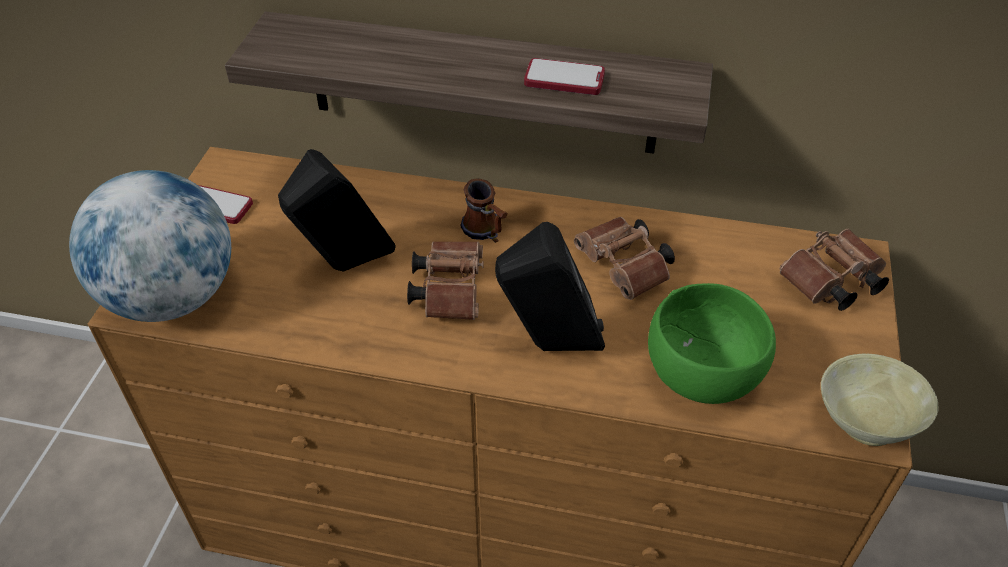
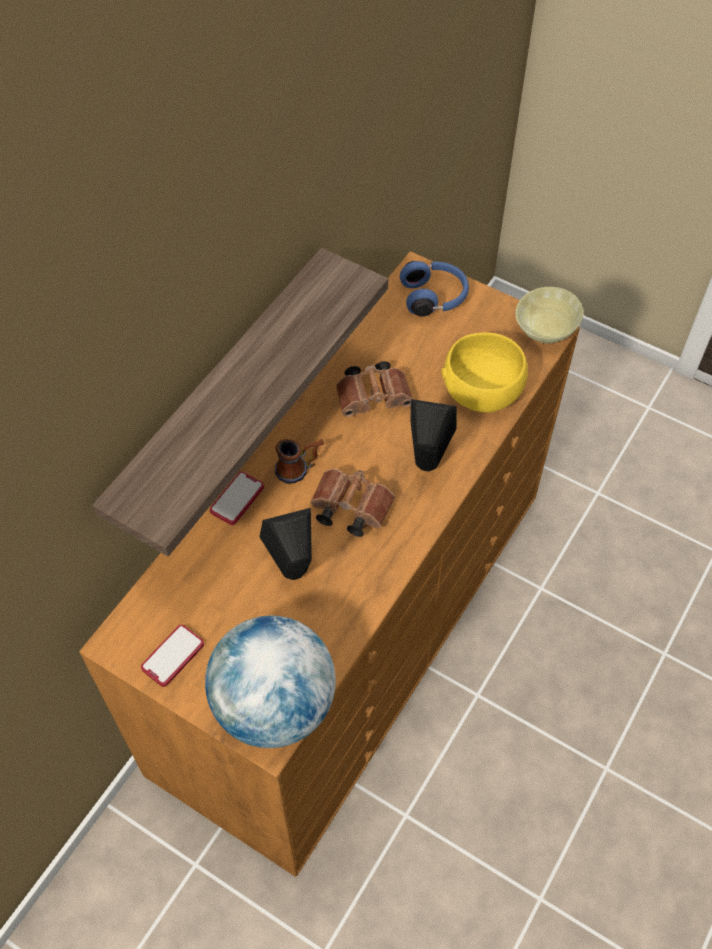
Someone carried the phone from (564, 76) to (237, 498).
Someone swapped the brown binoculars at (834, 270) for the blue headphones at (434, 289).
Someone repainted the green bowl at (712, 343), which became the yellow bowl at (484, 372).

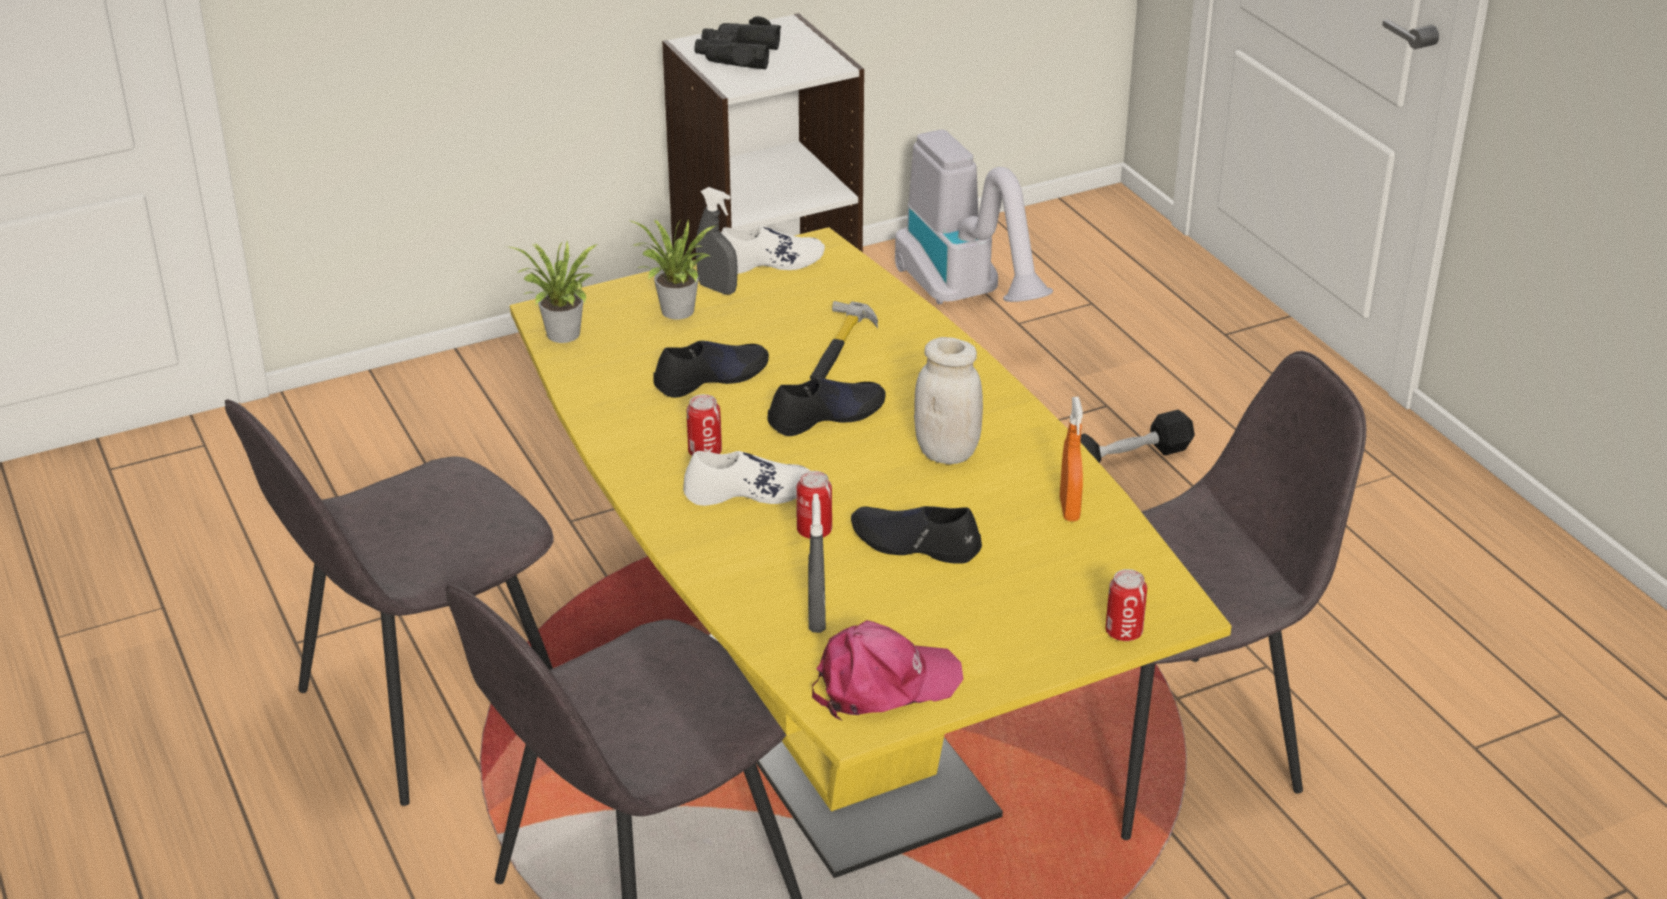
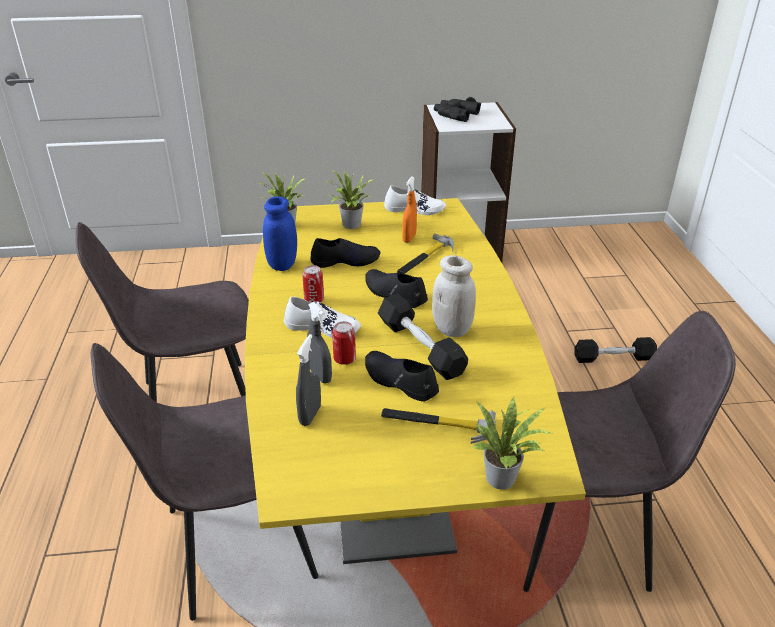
Someone took away the pink cap at (887, 670).
Someone took away the vacuum cleaner at (974, 217).
Someone put down the blue jar at (280, 233).
Someone put down the black dumbbell at (423, 337).
Someone put down the hammer at (438, 426).
Someone carried the grey spray bottle from (717, 241) to (319, 342).
Someone carried the orange spray bottle from (1071, 459) to (409, 210).
Someone swapped the can at (1126, 605) for the potted plant at (512, 443).
Someone rotated the black shoe at (826, 407) by 135 degrees counterclockwise.

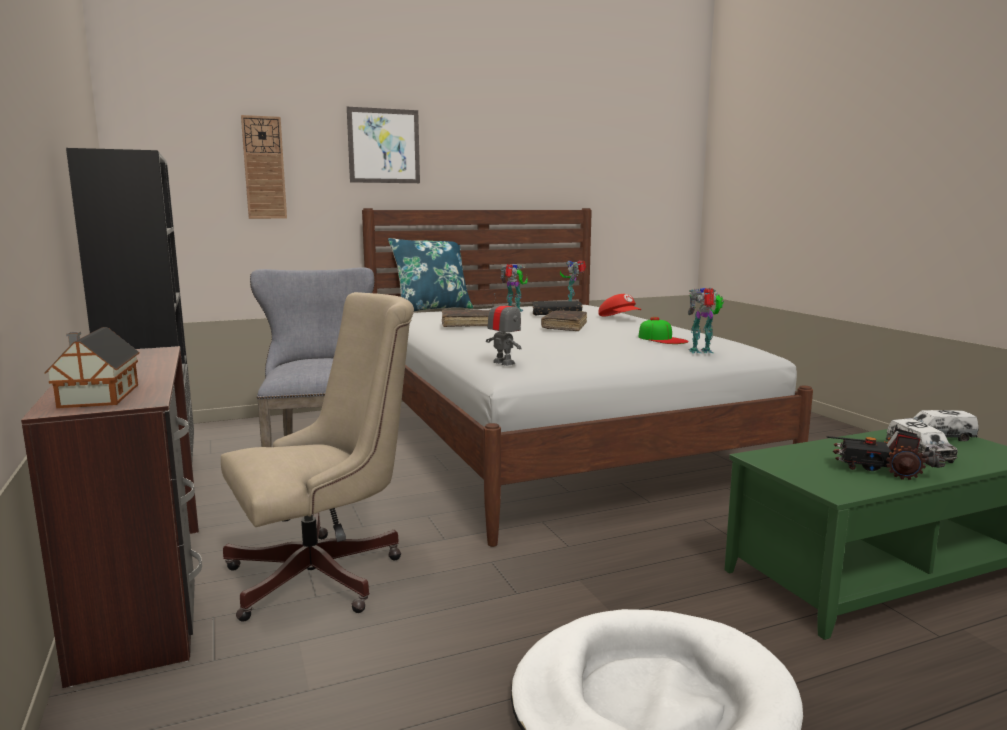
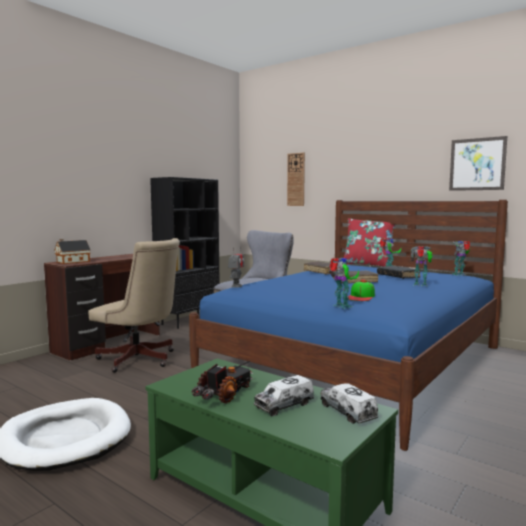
Someone carried the picture from (383, 145) to (478, 163).
Someone swapped the red cap at (619, 305) for the toy robot at (422, 266).
Someone repainted the white bed at (587, 377), which became the blue bed at (348, 325).
Someone repainted the blue pillow at (430, 275), which became the red pillow at (369, 242).
Someone rotated the toy truck at (886, 454) by 45 degrees clockwise.

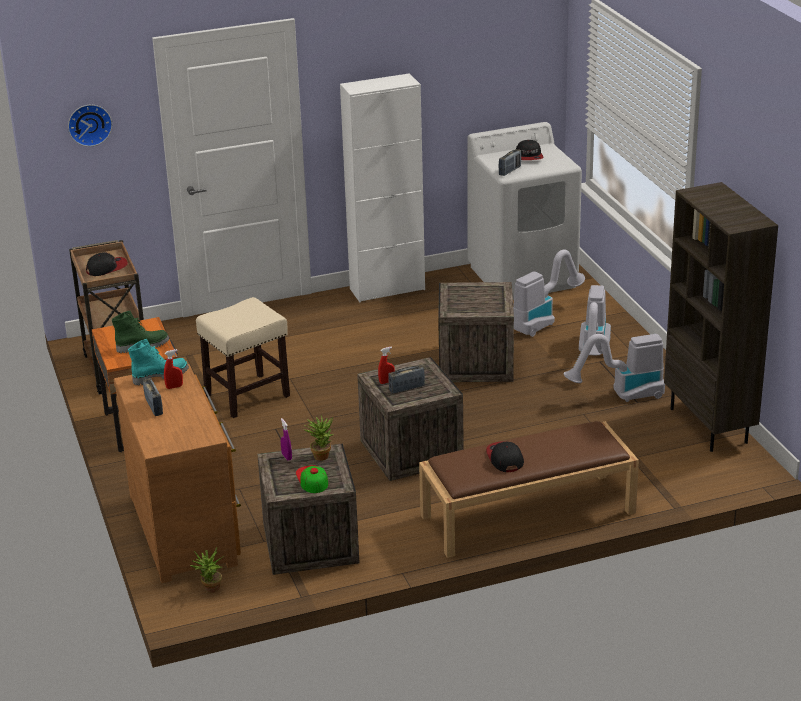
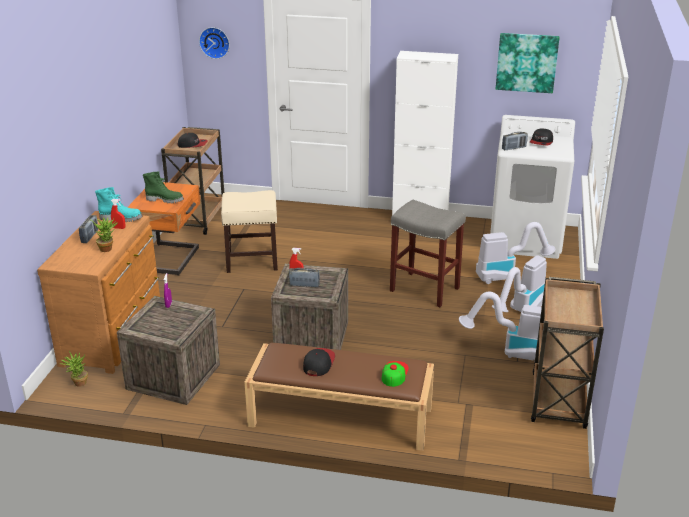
Someone put up the picture at (528, 63).
Someone carried the cap from (312, 479) to (395, 374).
Someone carried the potted plant from (318, 438) to (104, 235).
Someone swapped the crate at (476, 332) for the grey stool at (428, 253).
Someone swapped the brown bookcase at (721, 317) for the brown cart at (567, 353).

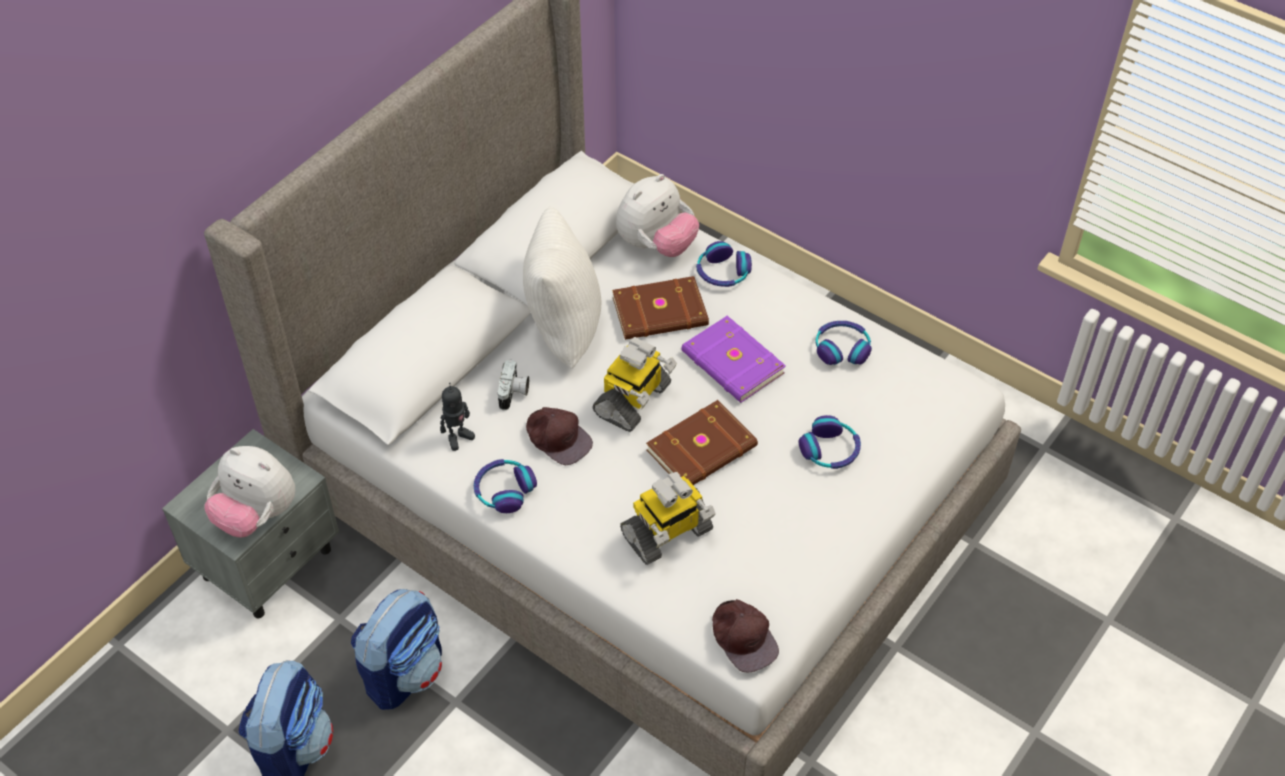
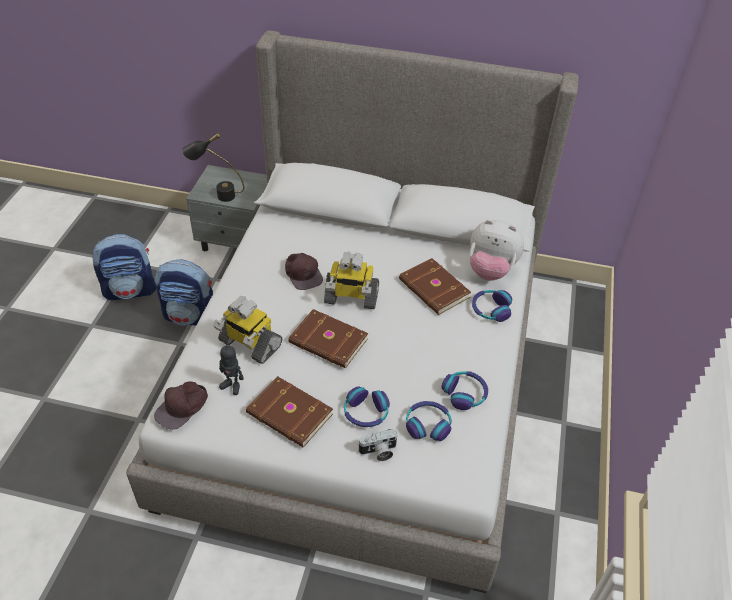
Someone took away the white pillow at (562, 287).
Someone took away the purple book at (733, 359).
Someone put down the brown book at (289, 412).
Someone carried the toy robot from (457, 416) to (231, 368).
Someone carried the headphones from (505, 486) to (429, 421).
Someone carried the photo camera from (513, 384) to (378, 445).
Someone swapped the plush toy at (249, 492) for the black table lamp at (213, 167).
Someone rotated the brown cap at (559, 436) by 45 degrees counterclockwise.

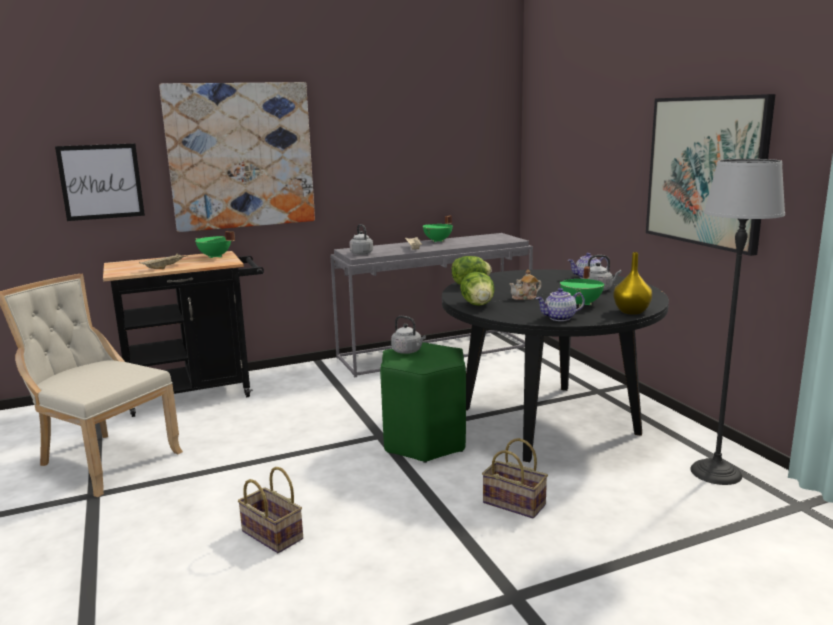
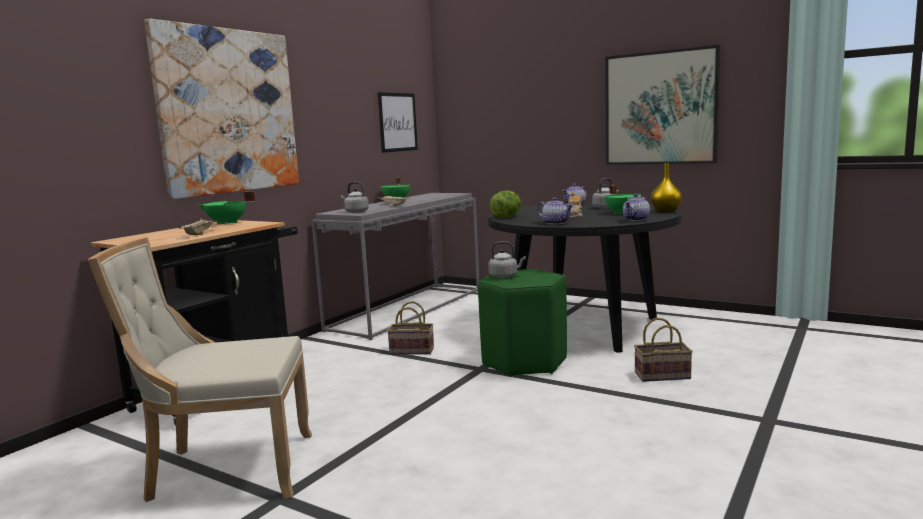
Someone took away the floor lamp at (737, 322).
Someone carried the picture from (100, 182) to (398, 122).
Someone carried the basket from (270, 510) to (410, 328).
Someone swapped the lettuce at (477, 289) for the teapot at (555, 211).

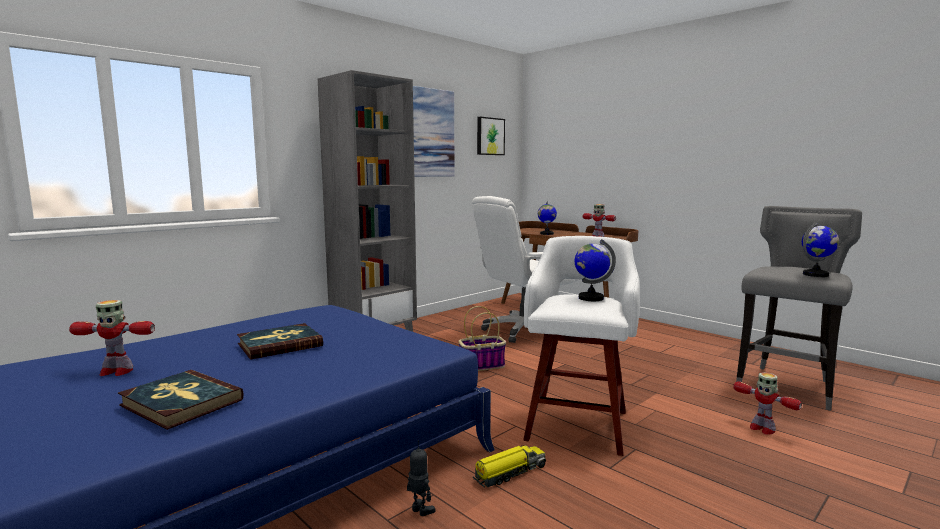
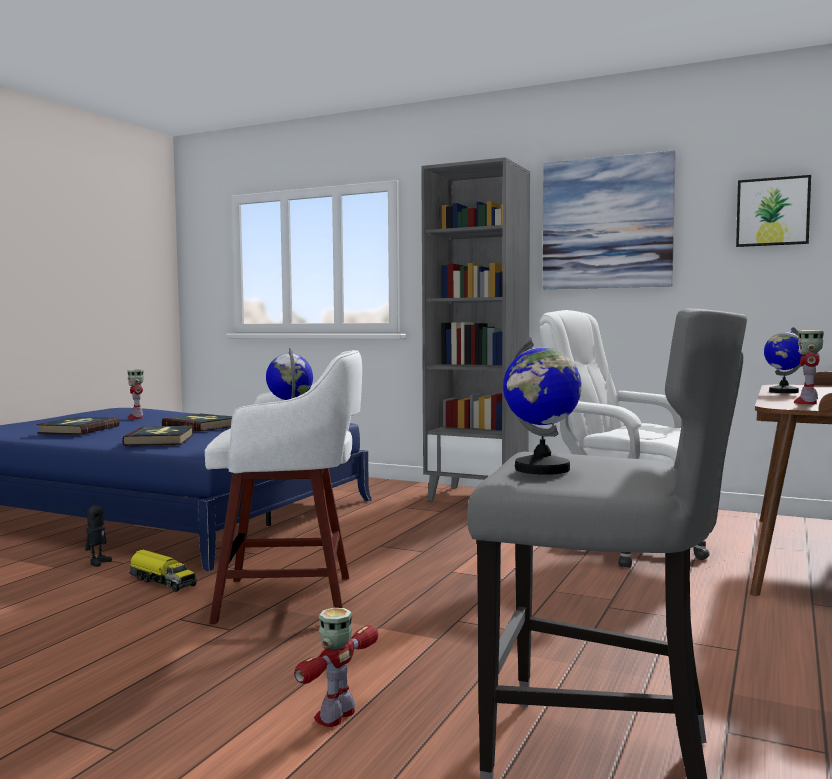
Someone took away the basket at (482, 338).
Someone put down the book at (158, 436).

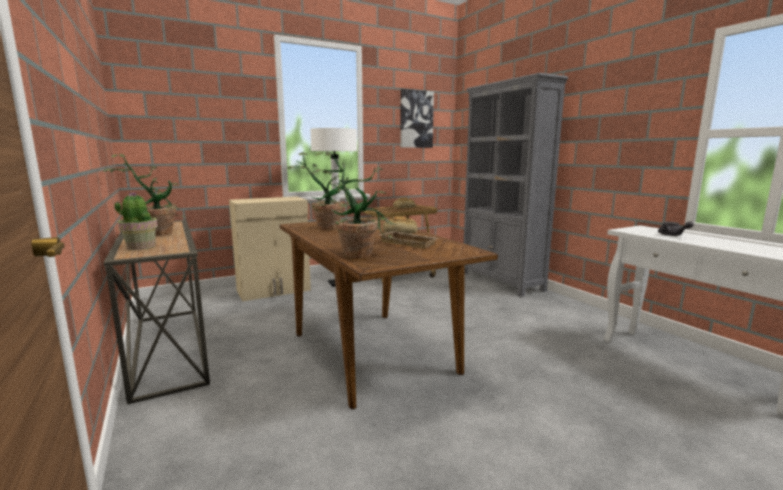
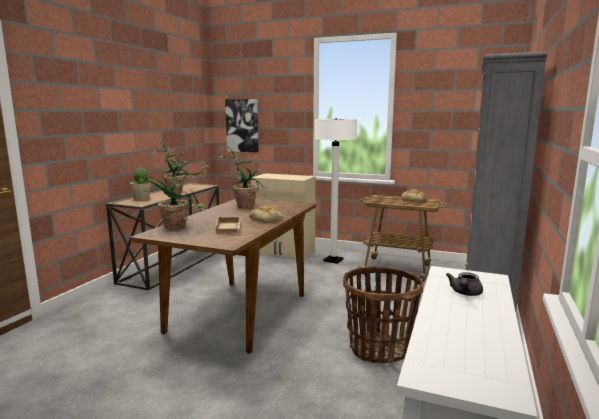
Someone put down the basket at (383, 315).
Someone carried the picture from (417, 118) to (241, 125).

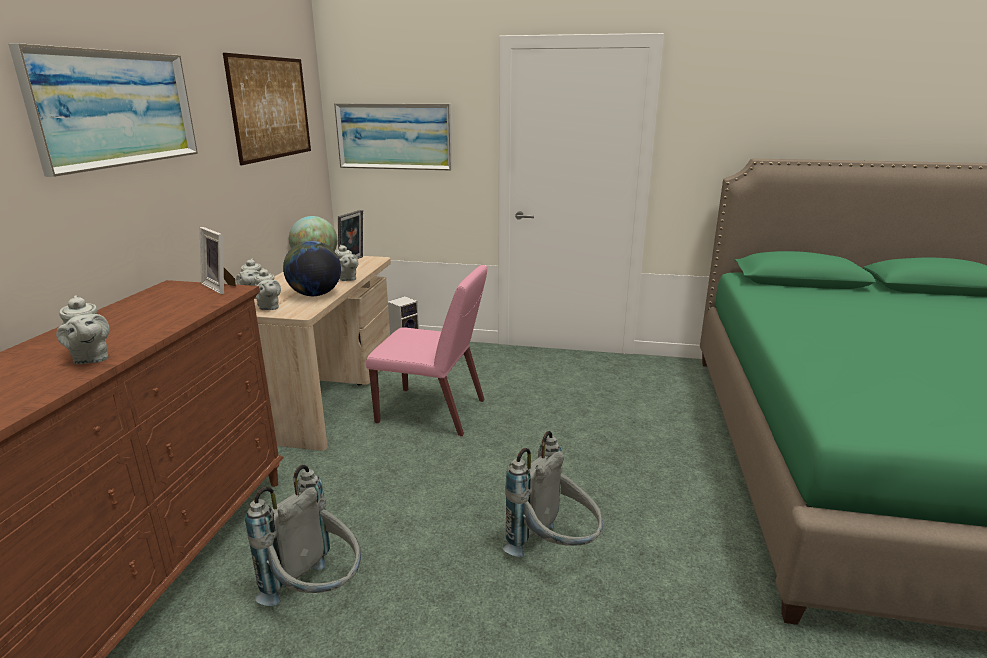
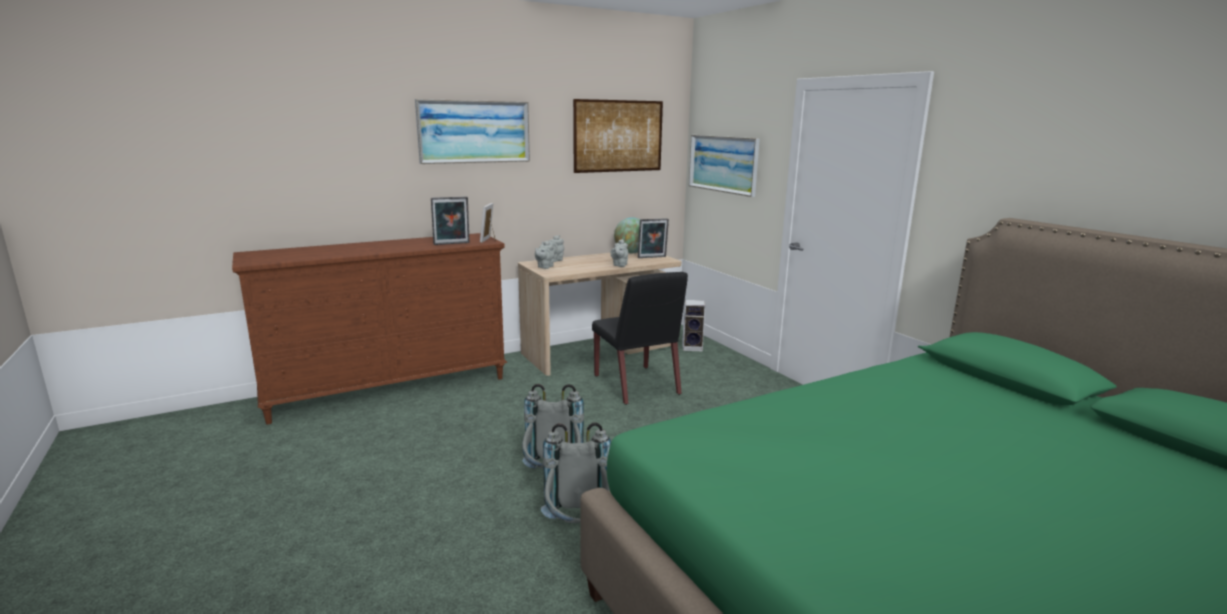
Someone took away the grey teapot at (83, 329).
Someone took away the globe at (312, 268).
Someone put down the picture frame at (450, 220).
Someone carried the grey backpack from (303, 535) to (576, 472).
Someone repainted the pink chair at (426, 350), which became the black chair at (640, 338).

